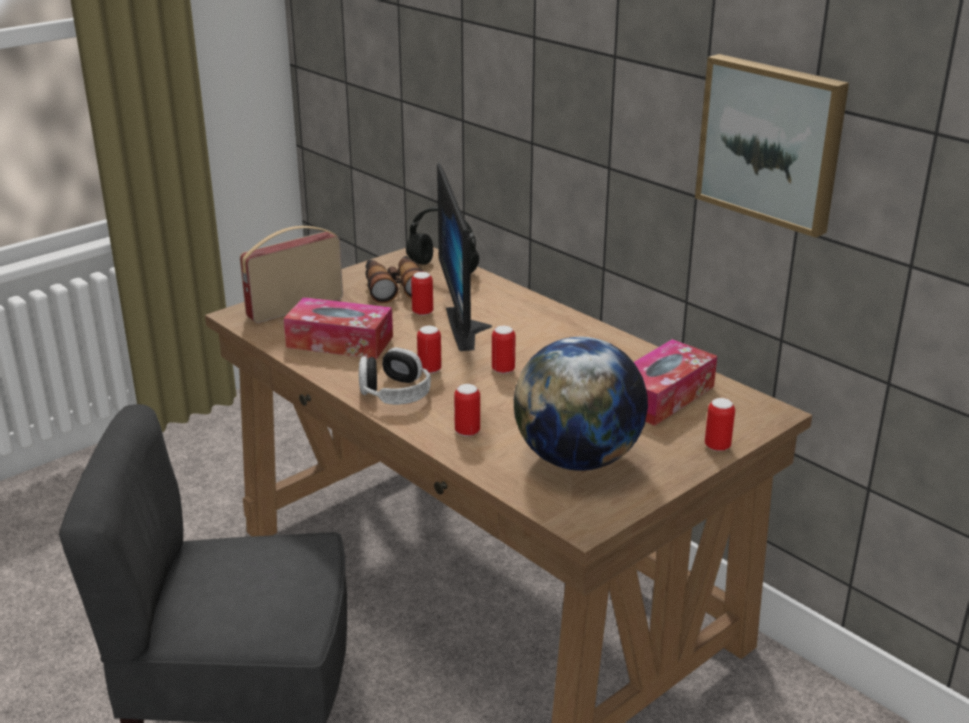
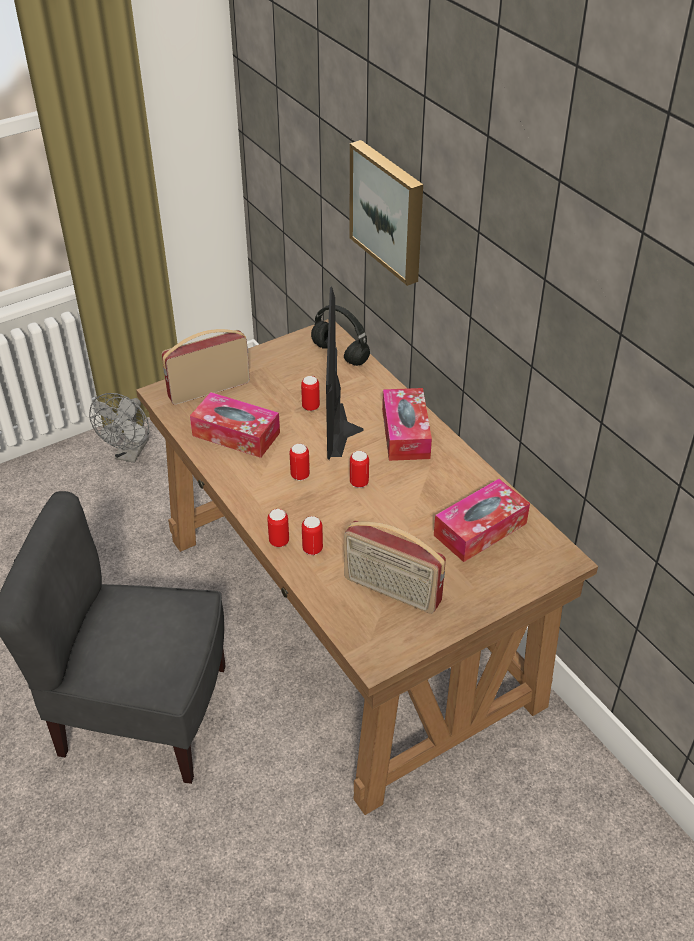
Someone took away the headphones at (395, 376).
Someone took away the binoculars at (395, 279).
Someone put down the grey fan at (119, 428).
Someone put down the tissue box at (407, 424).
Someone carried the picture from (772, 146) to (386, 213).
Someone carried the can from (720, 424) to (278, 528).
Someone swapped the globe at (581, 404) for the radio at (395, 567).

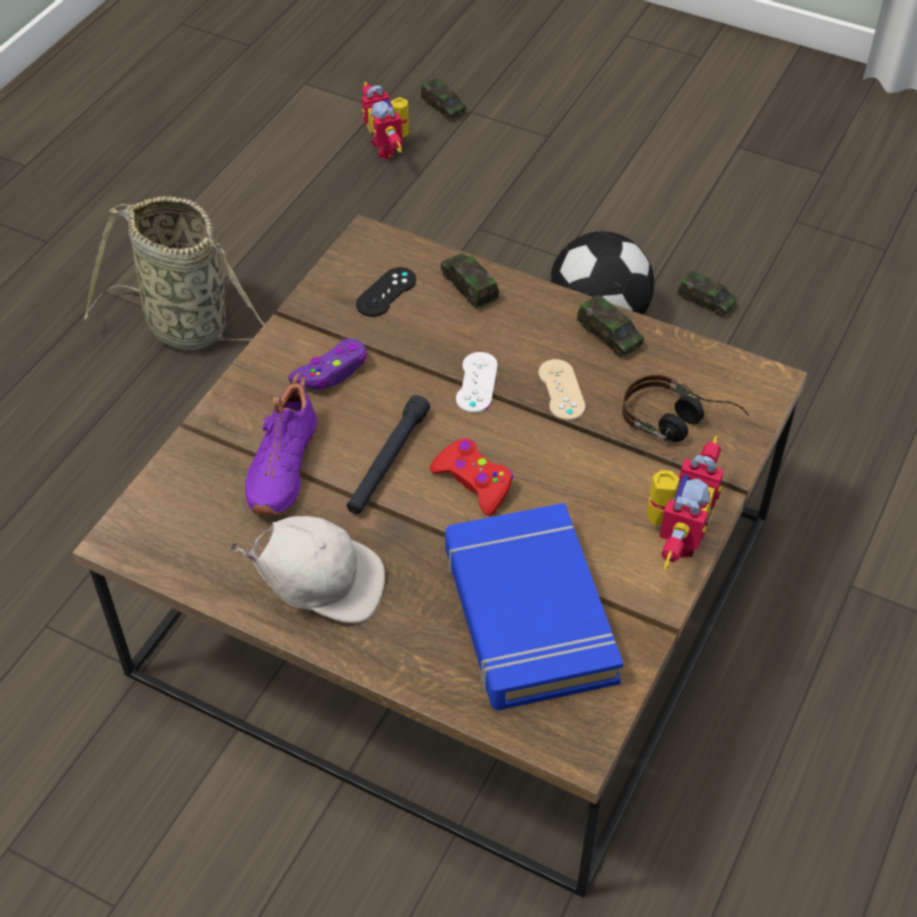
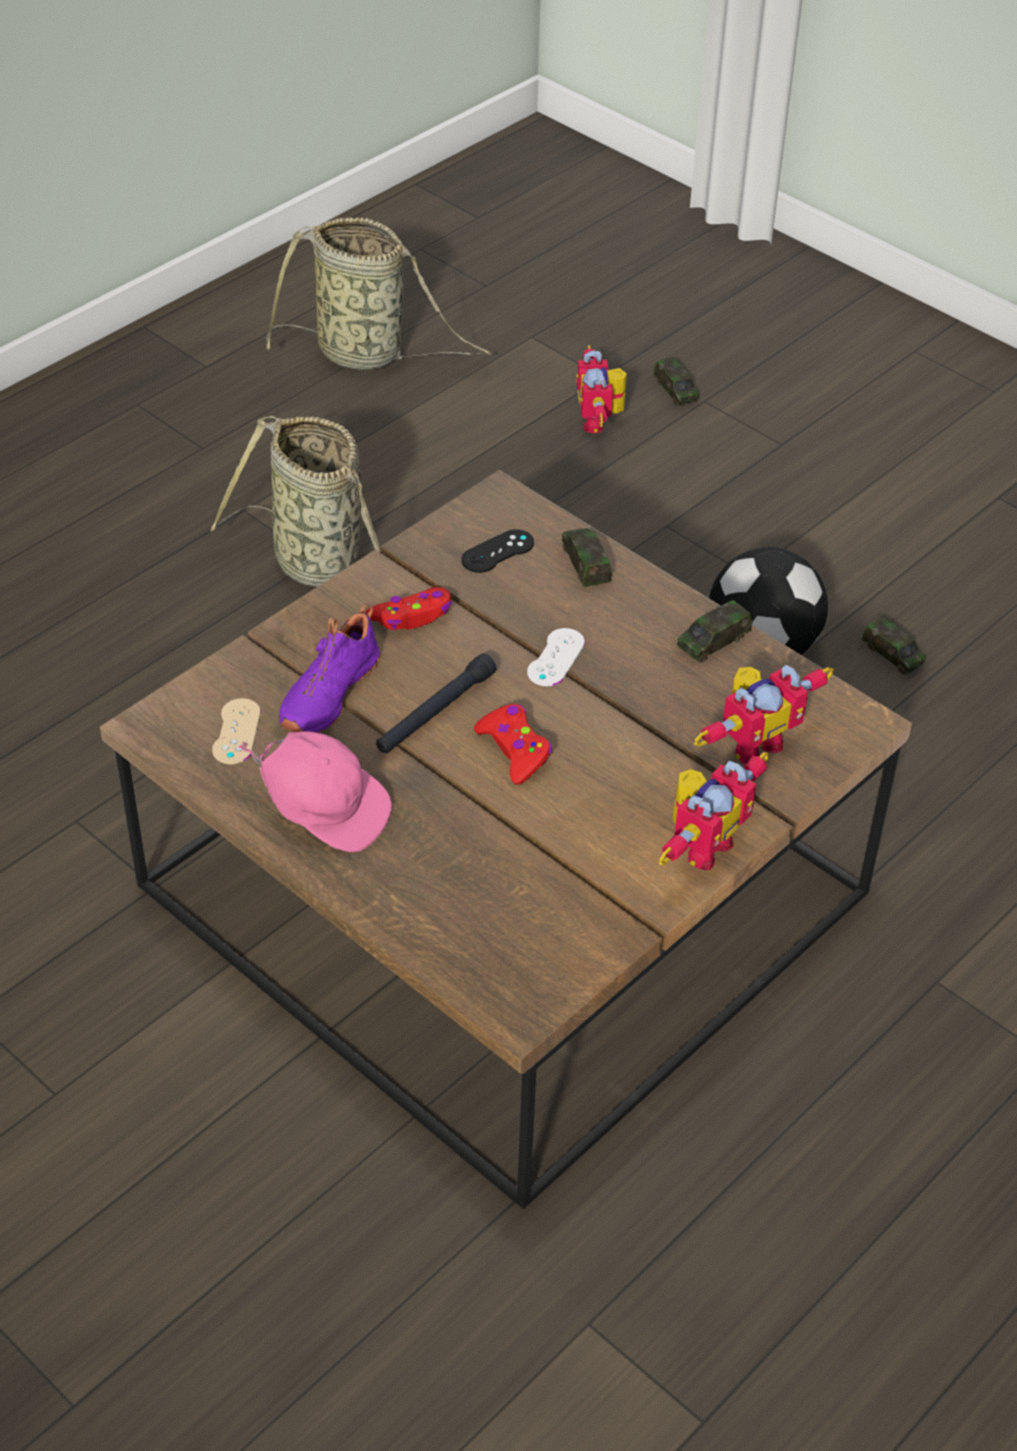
Someone took away the blue book at (534, 606).
Someone put down the basket at (378, 293).
Someone carried the beige game controller from (562, 390) to (236, 731).
Someone swapped the headphones at (685, 408) for the toy robot at (764, 714).
Someone repainted the white cap at (306, 569), which became the pink cap at (315, 791).
Someone repainted the purple game controller at (328, 364), which became the red game controller at (409, 608).
Someone rotated the toy car at (610, 326) by 75 degrees clockwise.

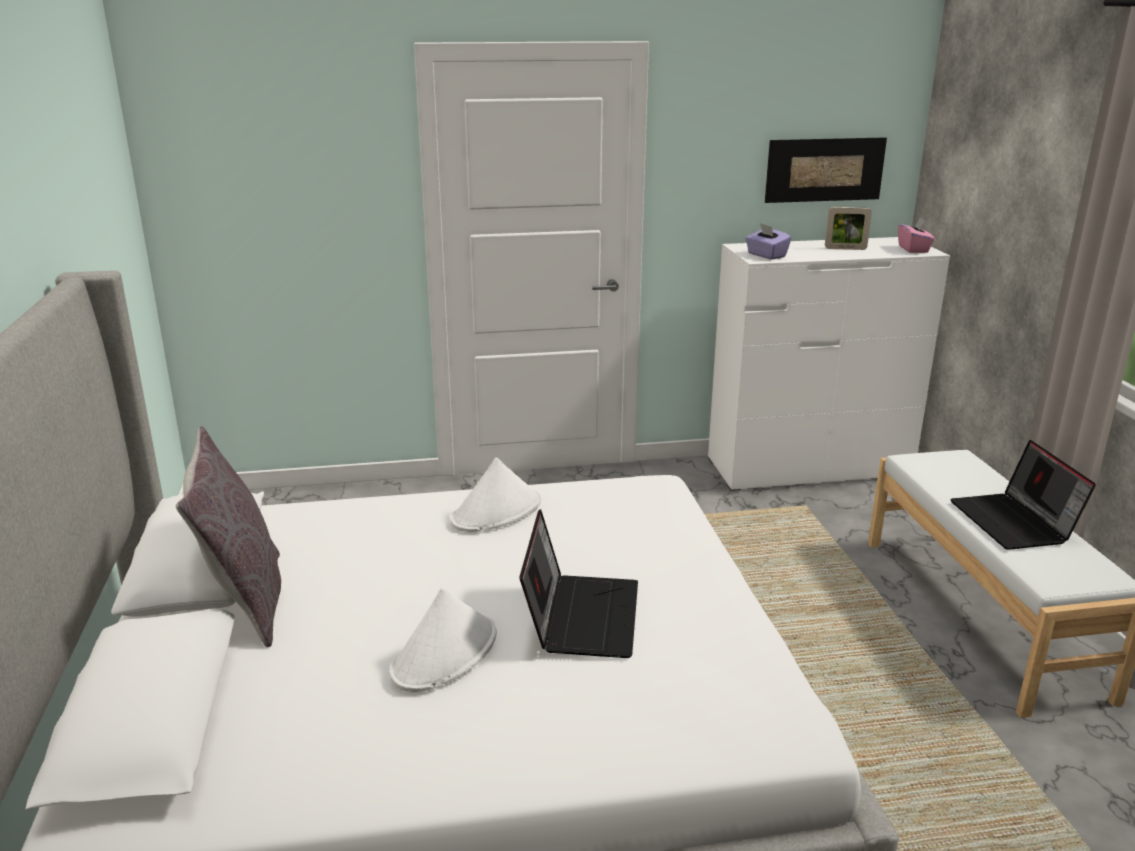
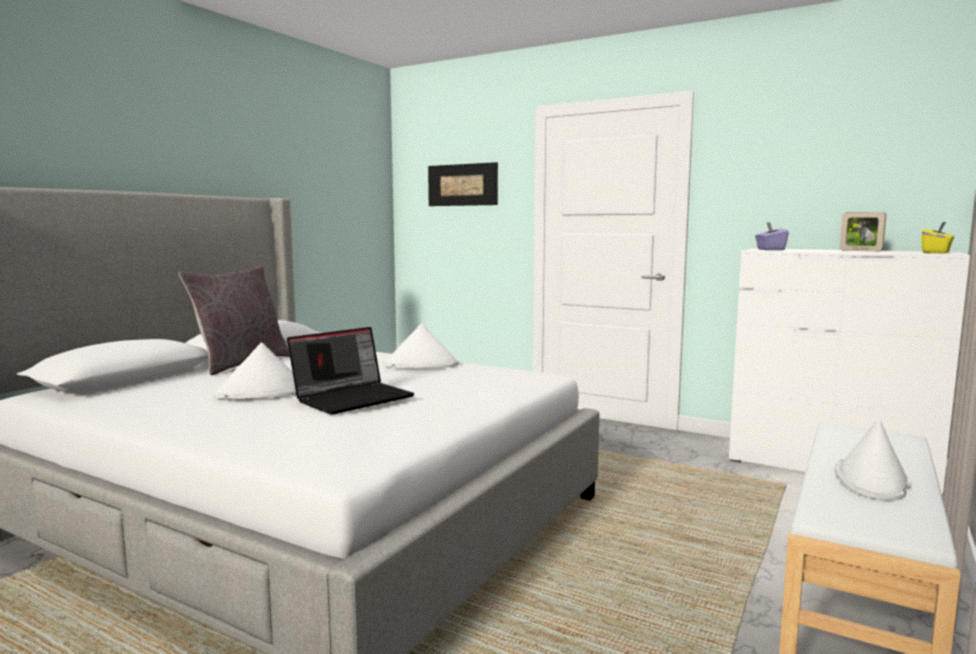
Someone carried the picture from (826, 170) to (463, 184).
Someone swapped the laptop at (1023, 495) for the white hat at (873, 459).
Someone repainted the pink tissue box at (916, 235), which became the yellow tissue box at (938, 237).

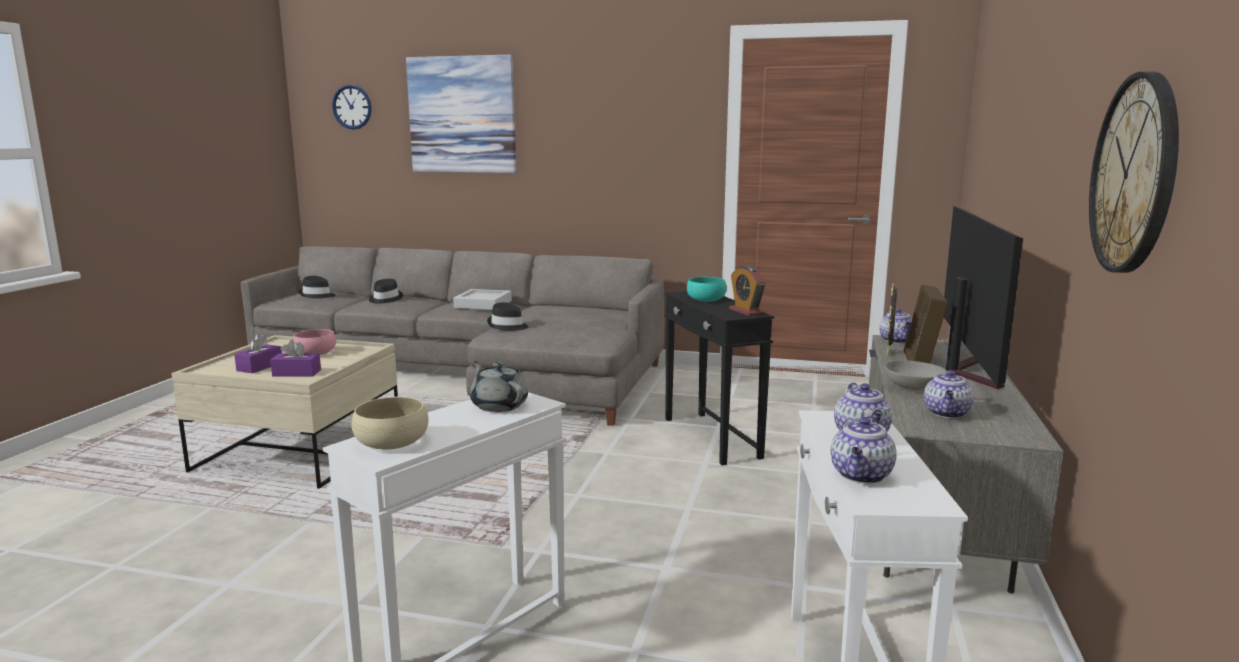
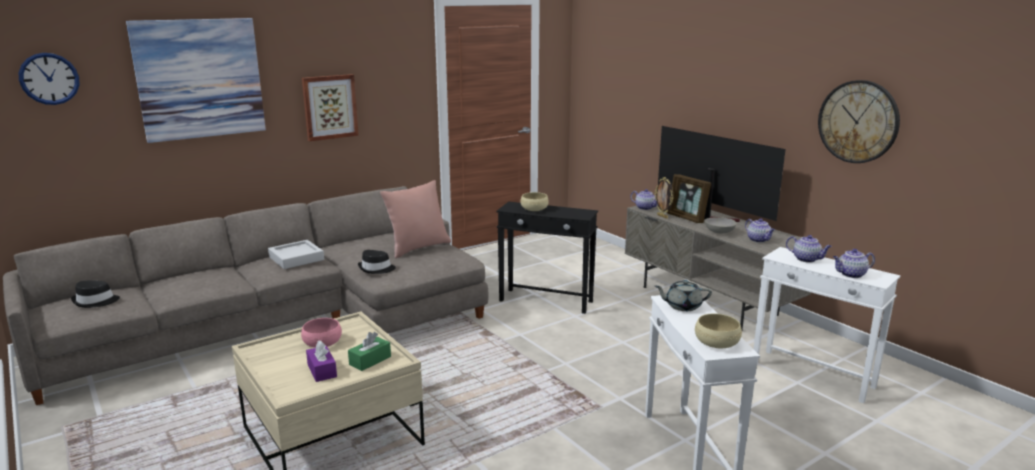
Someone took away the black hat at (386, 291).
Someone took away the alarm clock at (747, 291).
Someone put up the picture at (330, 107).
Someone put down the pink pillow at (415, 219).
Someone repainted the purple tissue box at (295, 358), which became the green tissue box at (369, 351).
Someone repainted the turquoise bowl at (707, 289), which became the beige bowl at (534, 201).
Someone rotated the teapot at (864, 450) by 105 degrees clockwise.

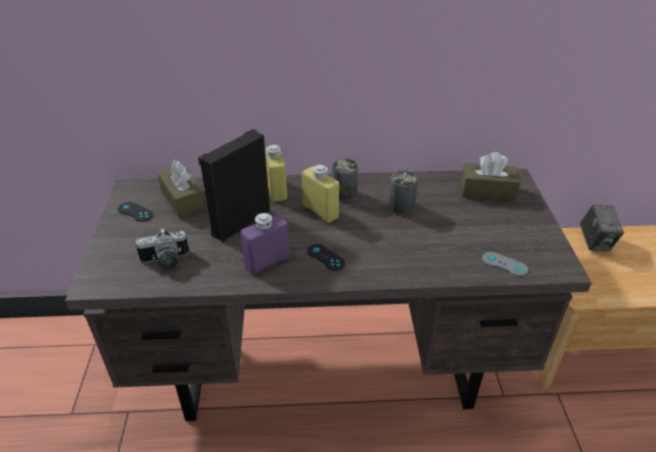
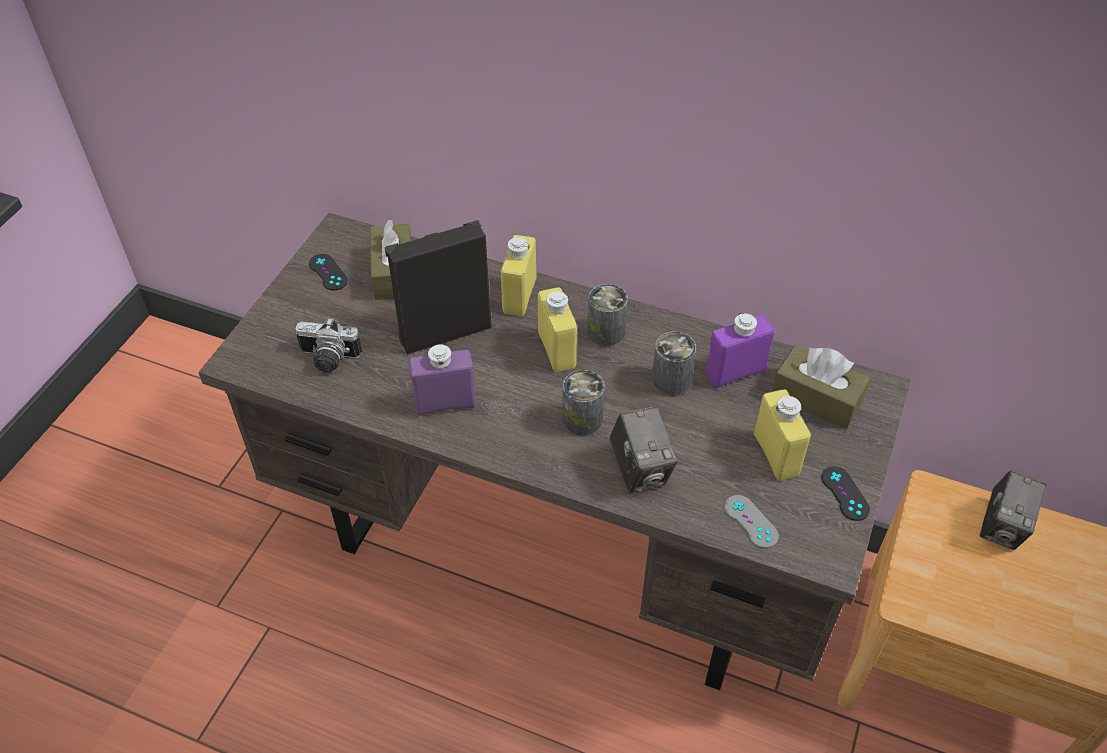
Someone put down the can at (583, 403).
Someone put down the photo camera at (643, 449).
Someone put down the purple bottle at (740, 350).
Someone put down the yellow bottle at (782, 435).
Someone carried the black game controller from (326, 257) to (845, 493).

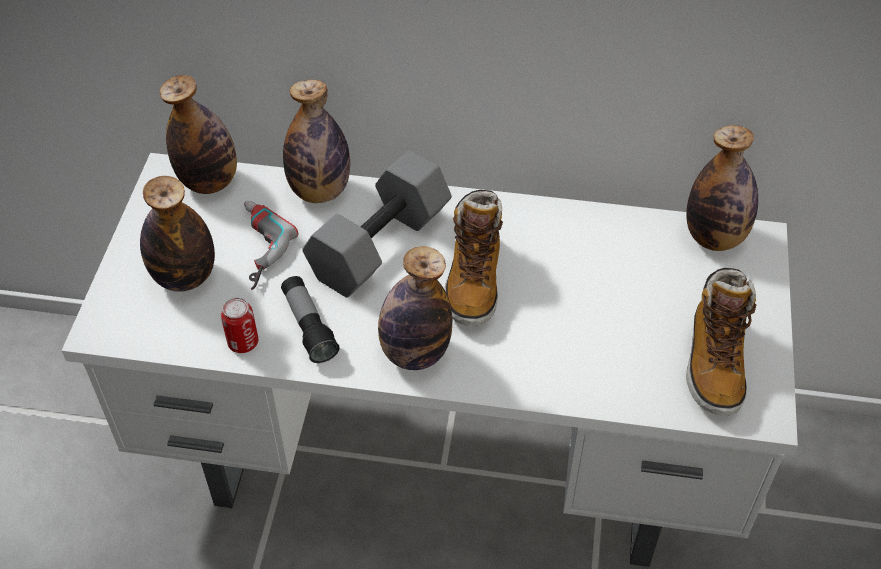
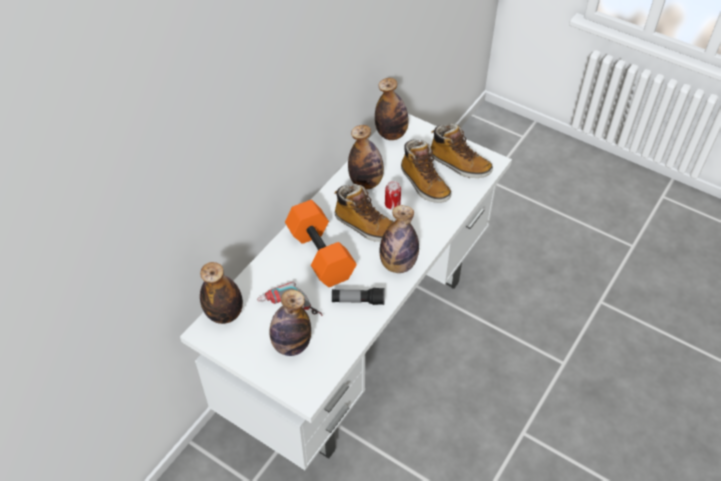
Someone put down the boot at (426, 171).
Someone carried the can from (239, 325) to (393, 195).
Someone carried the bottle from (316, 141) to (366, 157).
Someone repainted the grey dumbbell at (377, 224), which became the orange dumbbell at (321, 243).

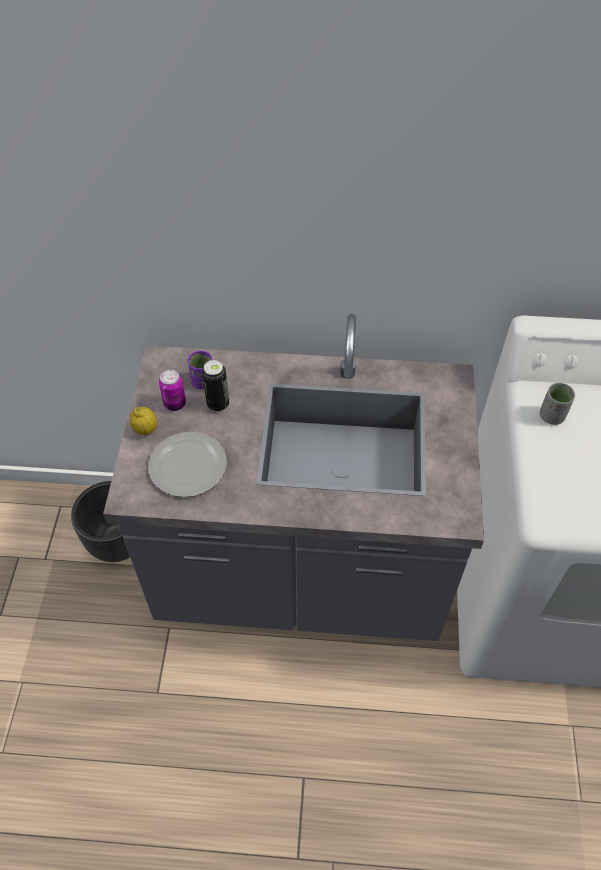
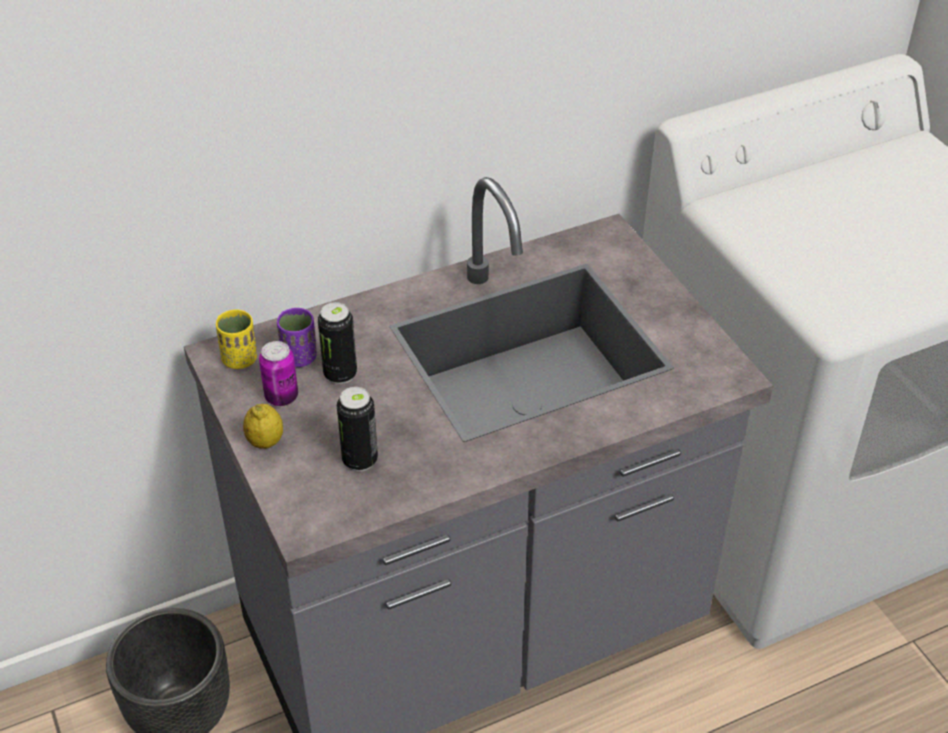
Someone took away the grey cup at (557, 404).
Someone put down the yellow cup at (236, 339).
Someone swapped the plate at (188, 464) for the can at (357, 429).

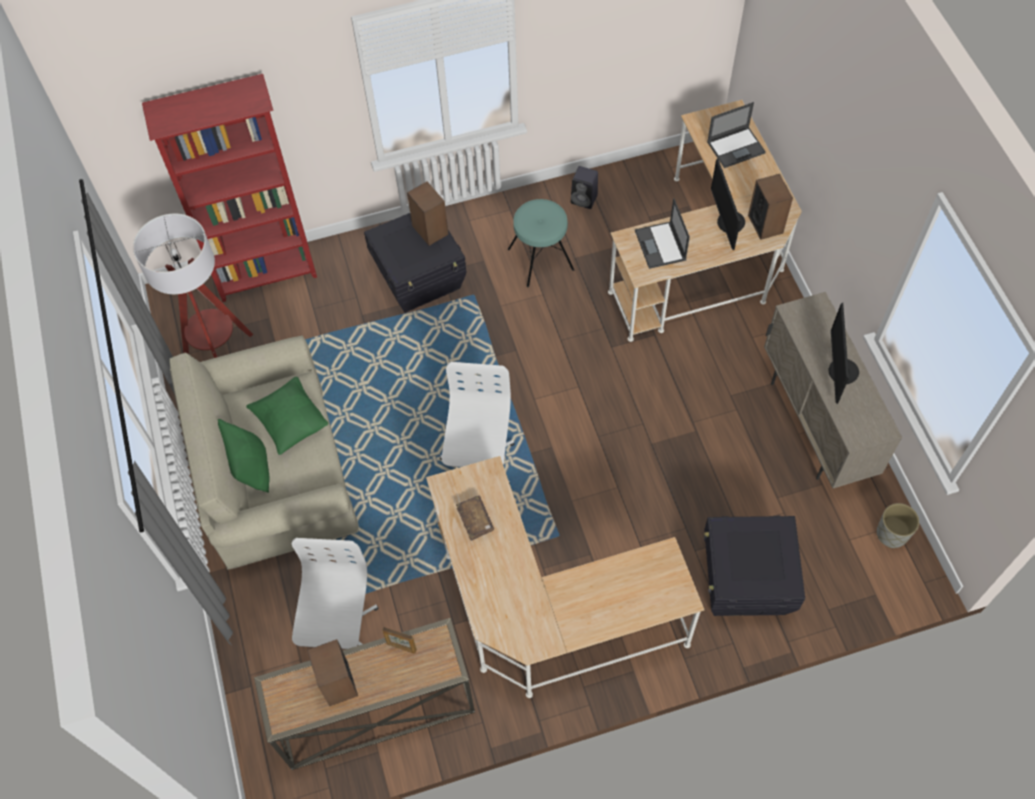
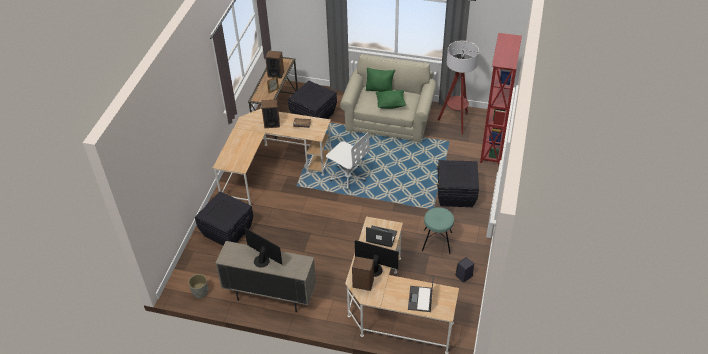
Someone carried the speaker from (428, 214) to (271, 113).
Someone swapped the white office chair at (335, 593) for the black storage box at (312, 100).

